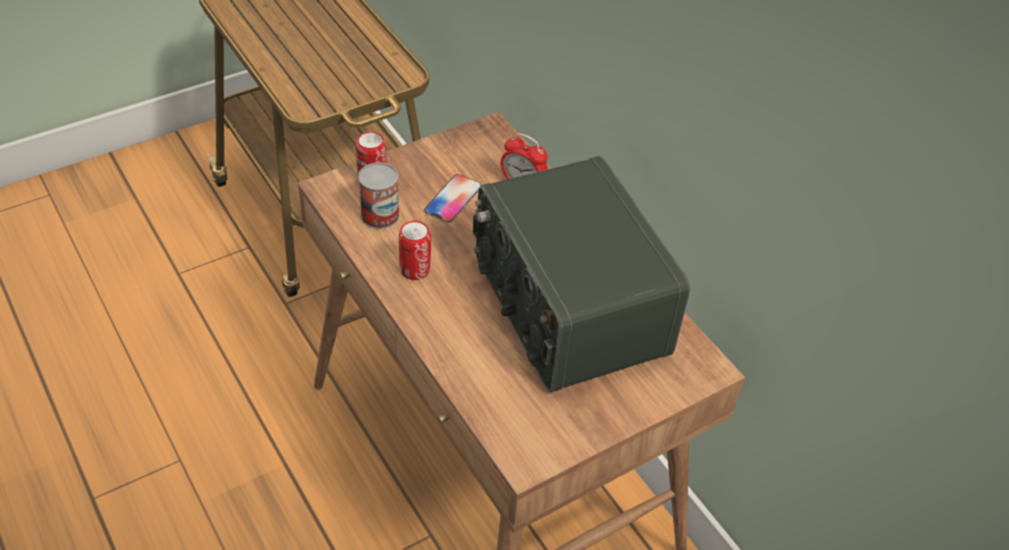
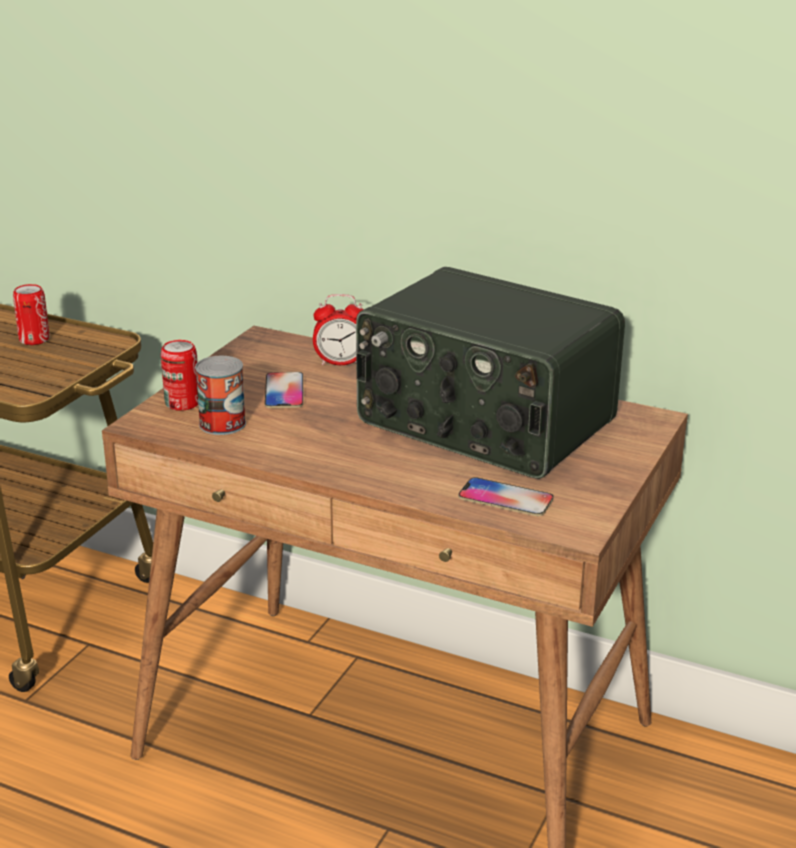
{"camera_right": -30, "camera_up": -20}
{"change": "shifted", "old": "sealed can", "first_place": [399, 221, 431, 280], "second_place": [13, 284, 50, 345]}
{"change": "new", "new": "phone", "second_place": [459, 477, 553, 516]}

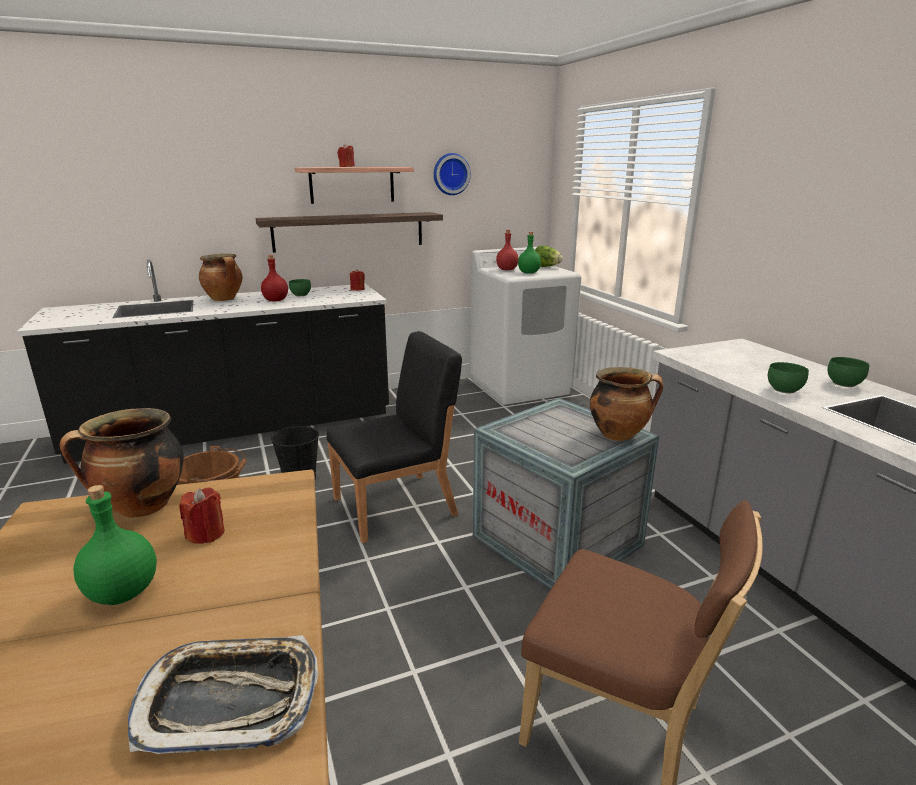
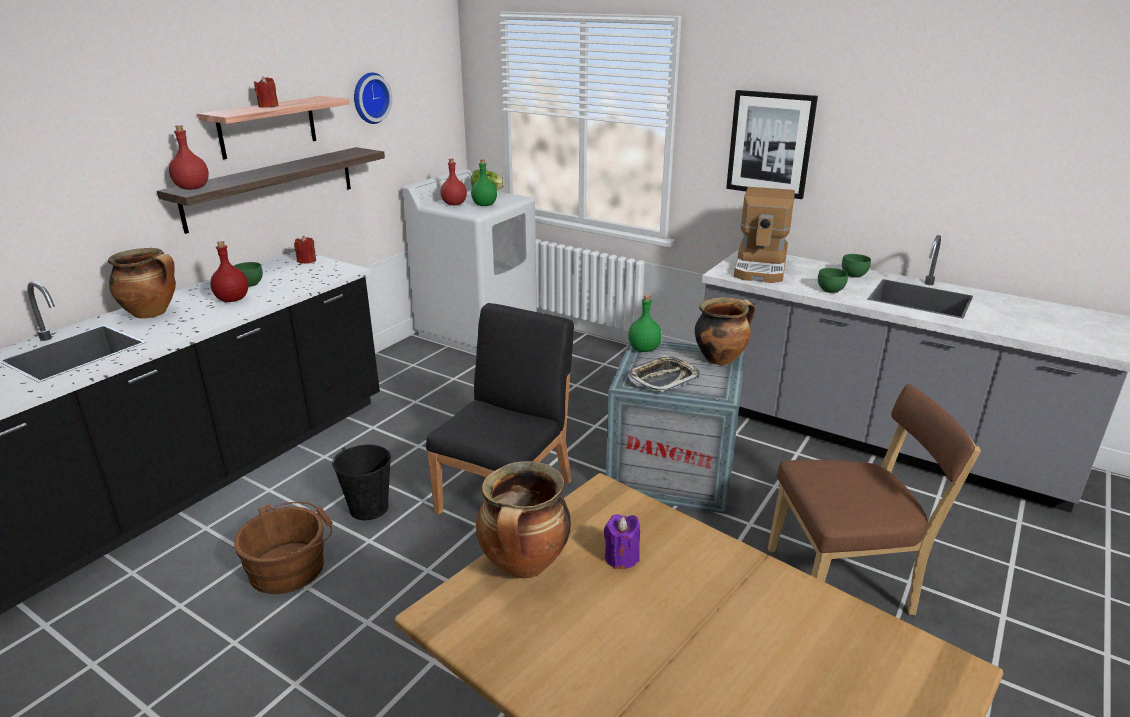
{"camera_right": -35, "camera_up": 5}
{"change": "shifted", "old": "greenish bottle", "first_place": [73, 485, 157, 605], "second_place": [628, 295, 662, 352]}
{"change": "repainted", "old": "reddish wax candle", "new": "purple-coloured wax candle", "first_place": [179, 487, 225, 544], "second_place": [604, 514, 640, 569]}
{"change": "shifted", "old": "serving tray", "first_place": [128, 635, 318, 754], "second_place": [628, 355, 700, 392]}
{"change": "new", "new": "wall picture", "second_place": [726, 90, 818, 199]}
{"change": "new", "new": "reddish bottle", "second_place": [169, 125, 209, 190]}
{"change": "new", "new": "coffee brewer", "second_place": [734, 187, 795, 283]}

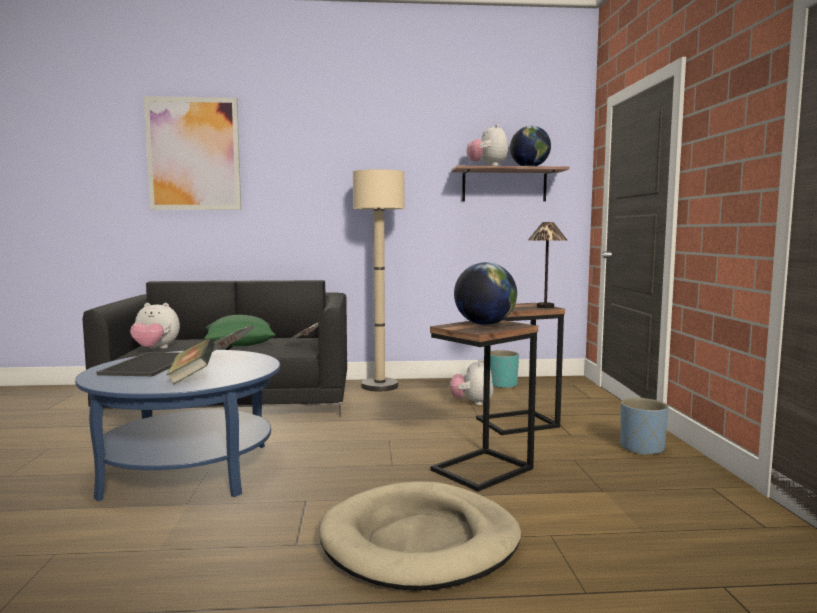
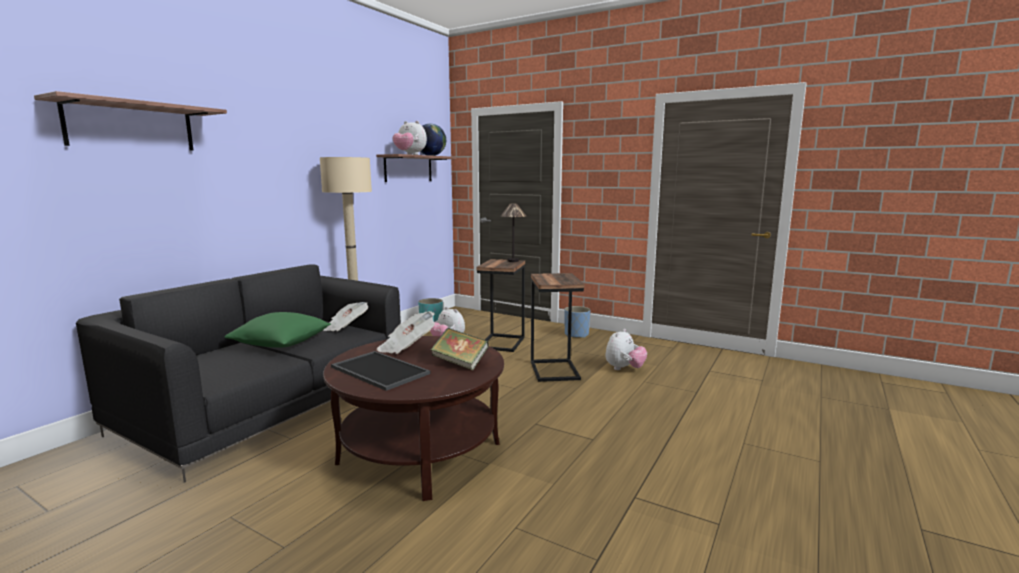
{"camera_right": -55, "camera_up": 5}
{"change": "swapped", "old": "wall picture", "new": "shelf", "first_place": [144, 96, 241, 210], "second_place": [34, 91, 227, 151]}
{"change": "gone", "old": "world globe", "first_place": [454, 262, 517, 325]}
{"change": "shifted", "old": "cuddly toy", "first_place": [130, 303, 180, 349], "second_place": [605, 329, 647, 370]}
{"change": "repainted", "old": "blue-coloured lounge table", "new": "brown-coloured lounge table", "first_place": [75, 350, 280, 501], "second_place": [323, 336, 504, 501]}
{"change": "gone", "old": "sand-coloured dog cushion", "first_place": [319, 481, 521, 591]}

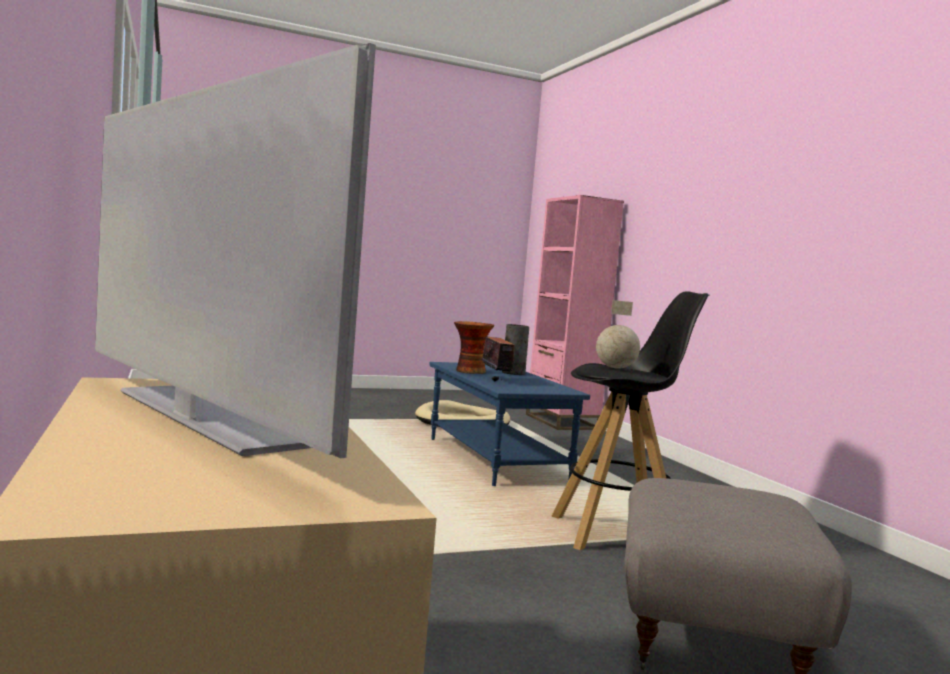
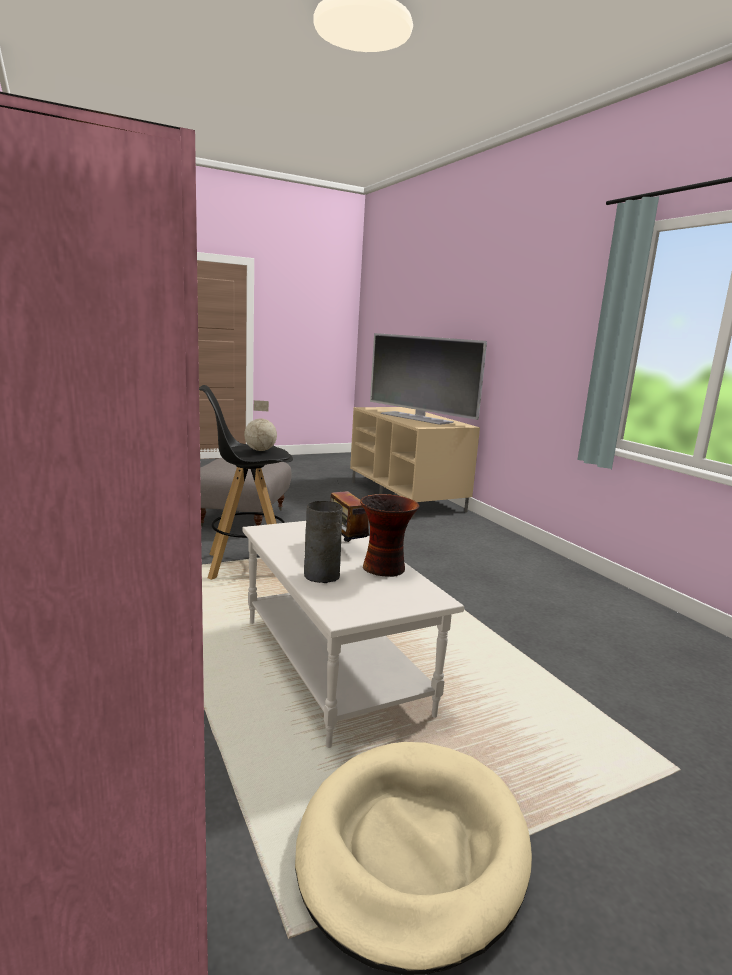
{"camera_right": 175, "camera_up": 10}
{"change": "repainted", "old": "blue-coloured lounge table", "new": "white lounge table", "first_place": [429, 362, 590, 486], "second_place": [242, 521, 464, 748]}

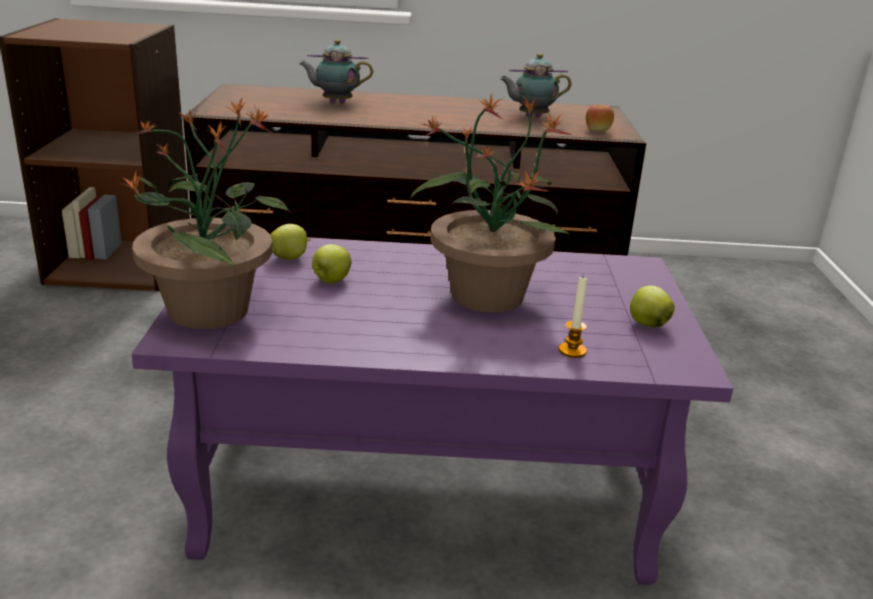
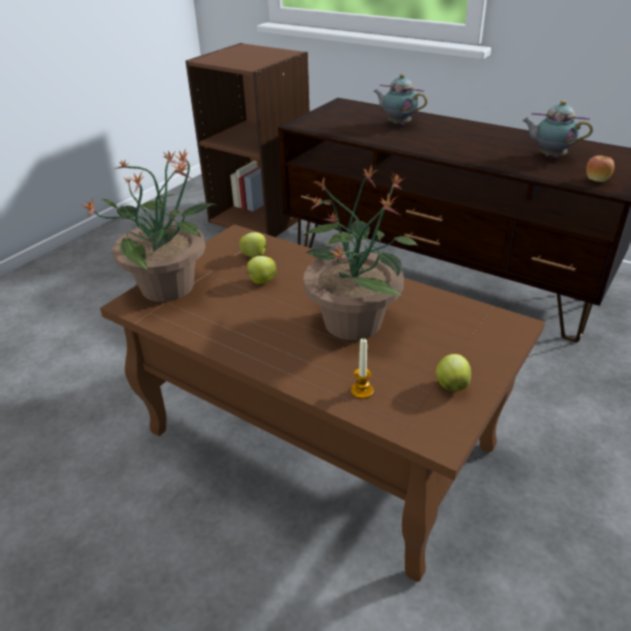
{"camera_right": 35, "camera_up": 10}
{"change": "repainted", "old": "purple-coloured lounge table", "new": "brown-coloured lounge table", "first_place": [132, 237, 733, 585], "second_place": [100, 224, 545, 582]}

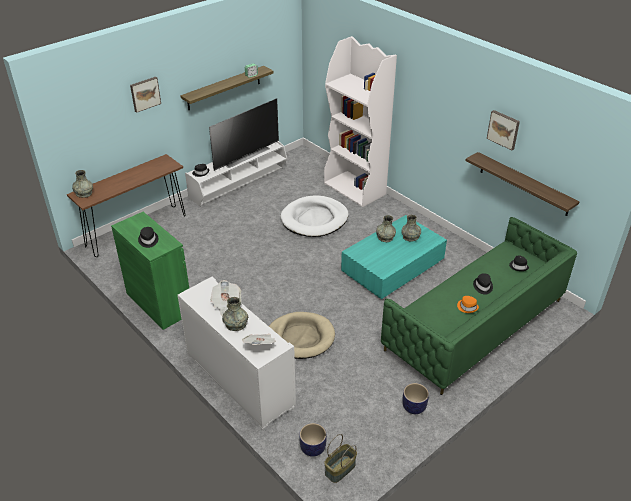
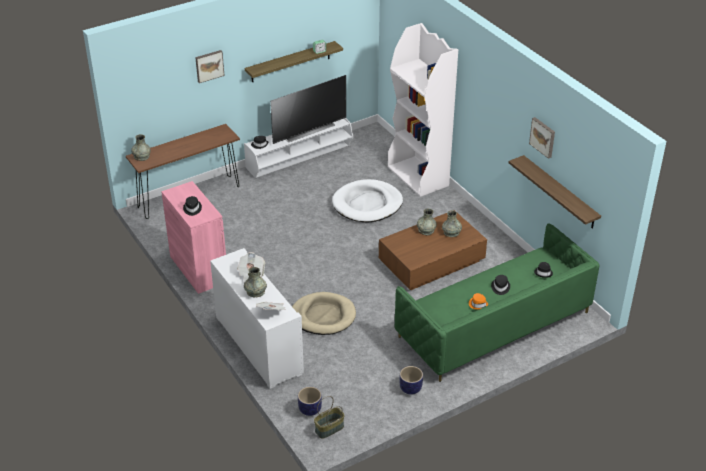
{"camera_right": 10, "camera_up": 0}
{"change": "repainted", "old": "greenish storage cabinet", "new": "pinkish storage cabinet", "first_place": [111, 212, 189, 330], "second_place": [161, 181, 226, 294]}
{"change": "repainted", "old": "blue-green lounge table", "new": "brown-coloured lounge table", "first_place": [341, 215, 447, 299], "second_place": [379, 210, 487, 290]}

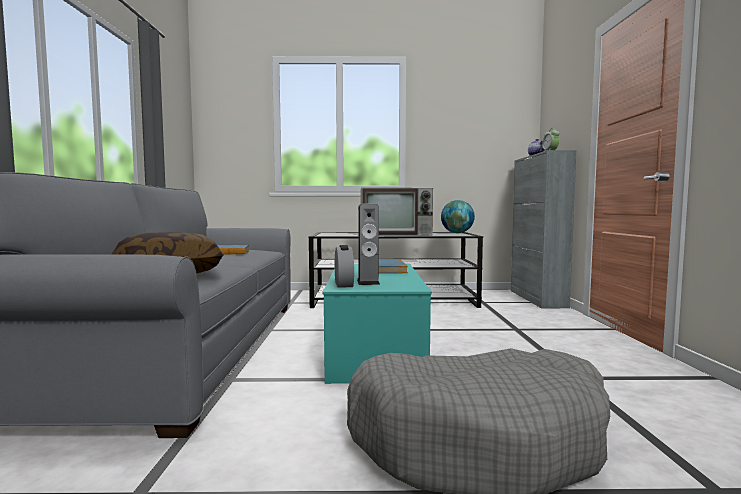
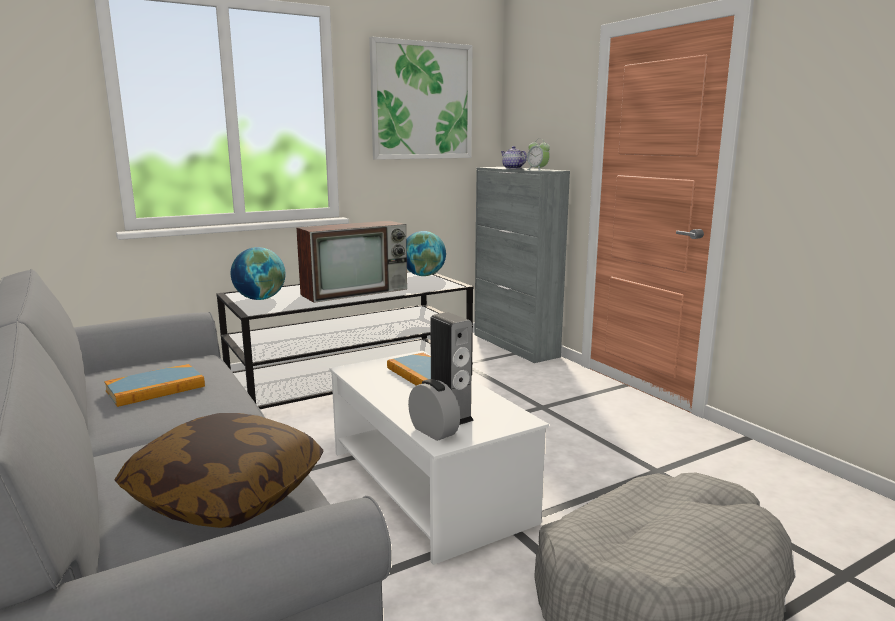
{"camera_right": -30, "camera_up": 10}
{"change": "repainted", "old": "blue-green lounge table", "new": "white lounge table", "first_place": [323, 264, 432, 384], "second_place": [330, 351, 549, 565]}
{"change": "new", "new": "wall picture", "second_place": [369, 37, 472, 160]}
{"change": "new", "new": "world globe", "second_place": [231, 247, 286, 300]}

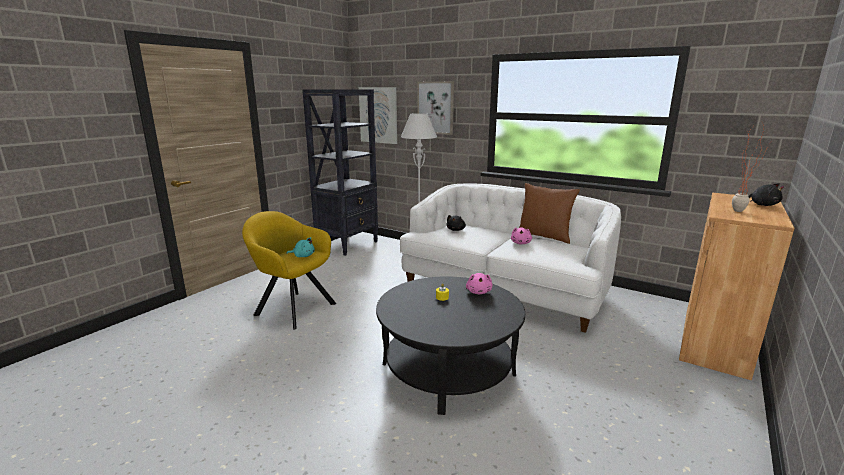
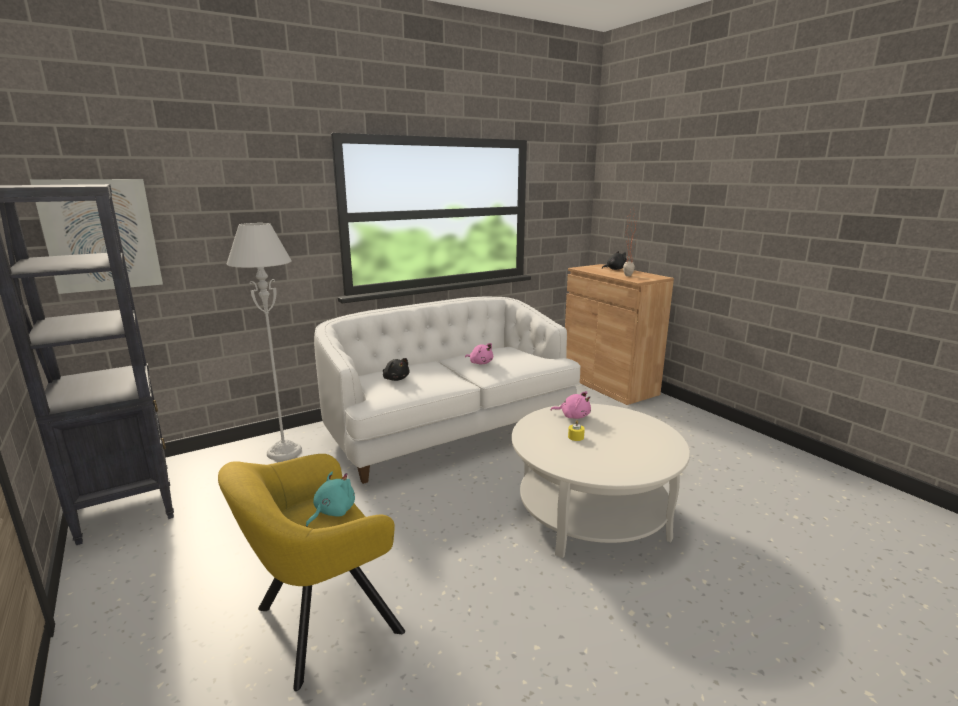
{"camera_right": -65, "camera_up": 0}
{"change": "gone", "old": "wall picture", "first_place": [418, 81, 454, 135]}
{"change": "gone", "old": "brown-coloured cushion", "first_place": [519, 183, 580, 244]}
{"change": "repainted", "old": "black-coloured lounge table", "new": "white lounge table", "first_place": [376, 276, 525, 415], "second_place": [512, 404, 690, 558]}

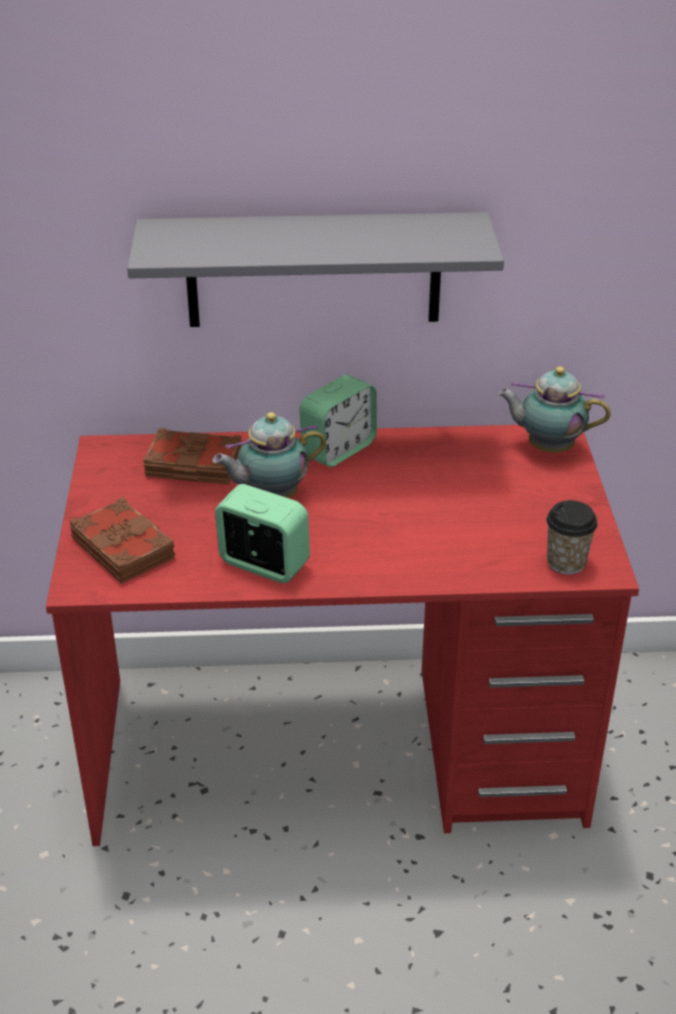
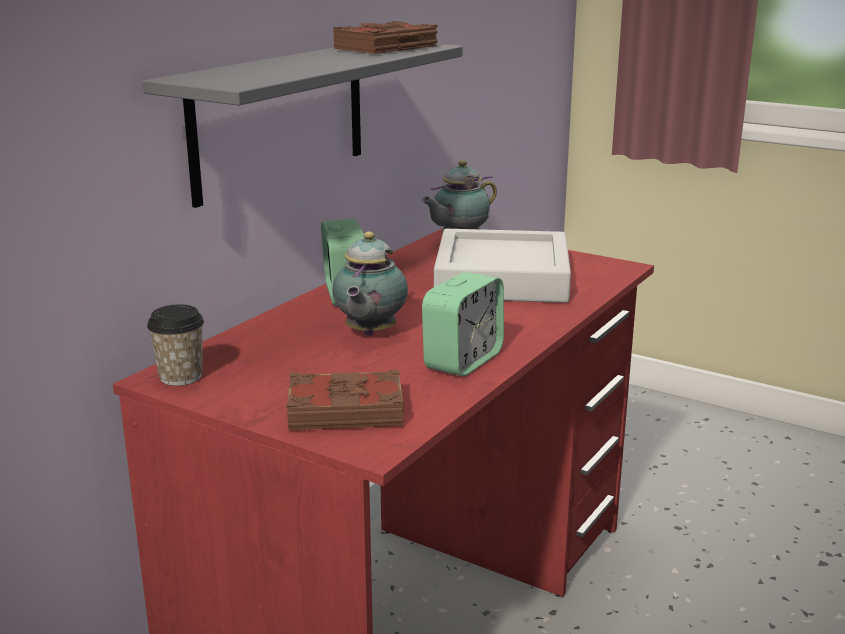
{"camera_right": -55, "camera_up": -15}
{"change": "shifted", "old": "brown-coloured book", "first_place": [143, 428, 242, 485], "second_place": [333, 21, 438, 54]}
{"change": "rotated", "old": "table clock", "first_place": [215, 484, 310, 583], "second_place": [422, 272, 504, 376], "degrees": 150}
{"change": "shifted", "old": "drinking cup", "first_place": [546, 500, 598, 574], "second_place": [147, 304, 204, 386]}
{"change": "new", "new": "grey serving tray", "second_place": [434, 229, 571, 303]}

